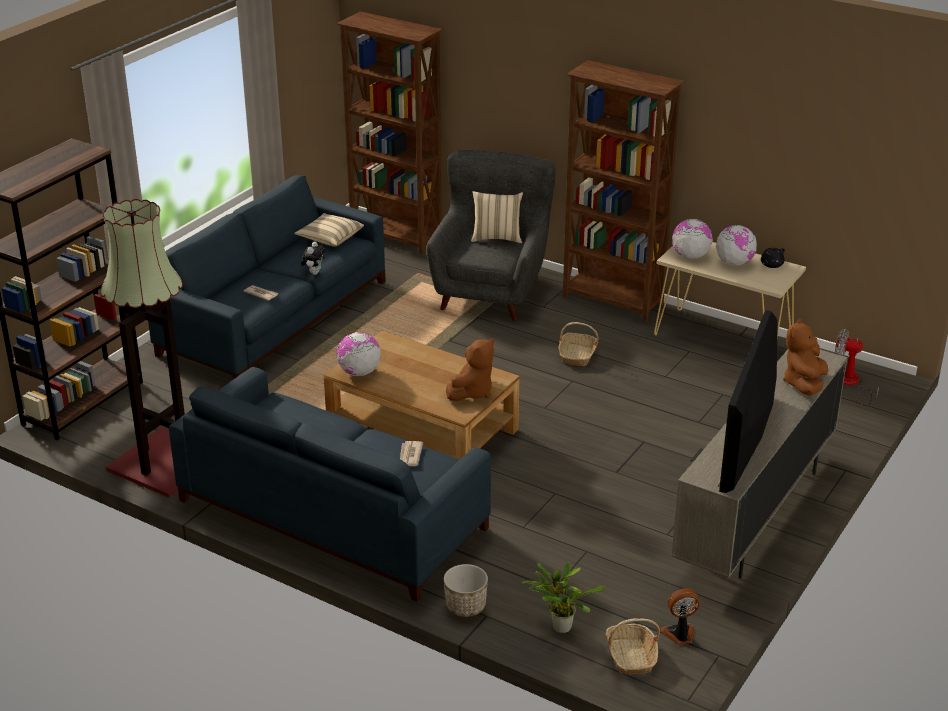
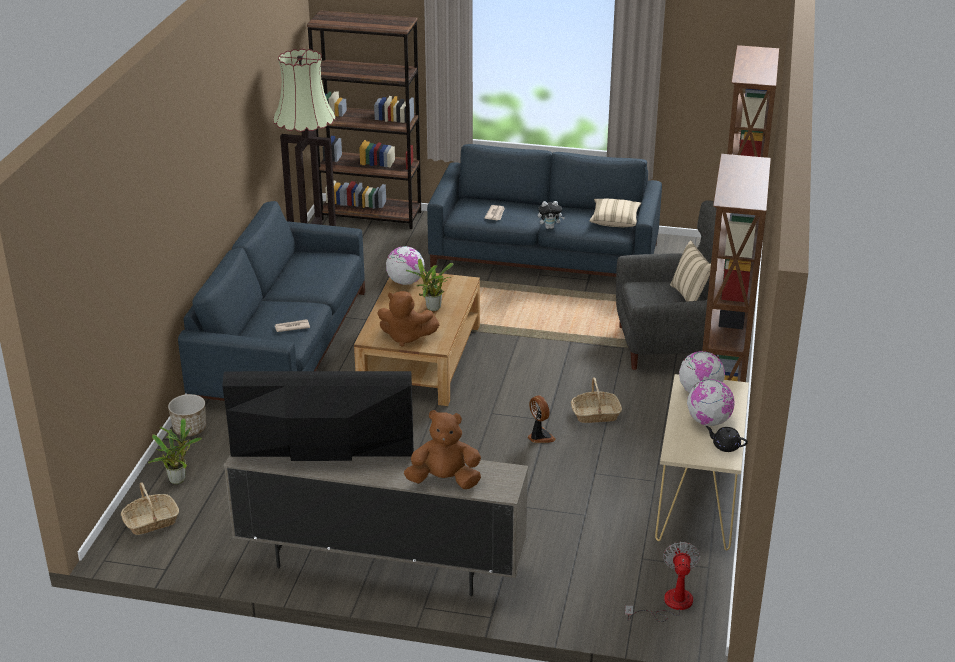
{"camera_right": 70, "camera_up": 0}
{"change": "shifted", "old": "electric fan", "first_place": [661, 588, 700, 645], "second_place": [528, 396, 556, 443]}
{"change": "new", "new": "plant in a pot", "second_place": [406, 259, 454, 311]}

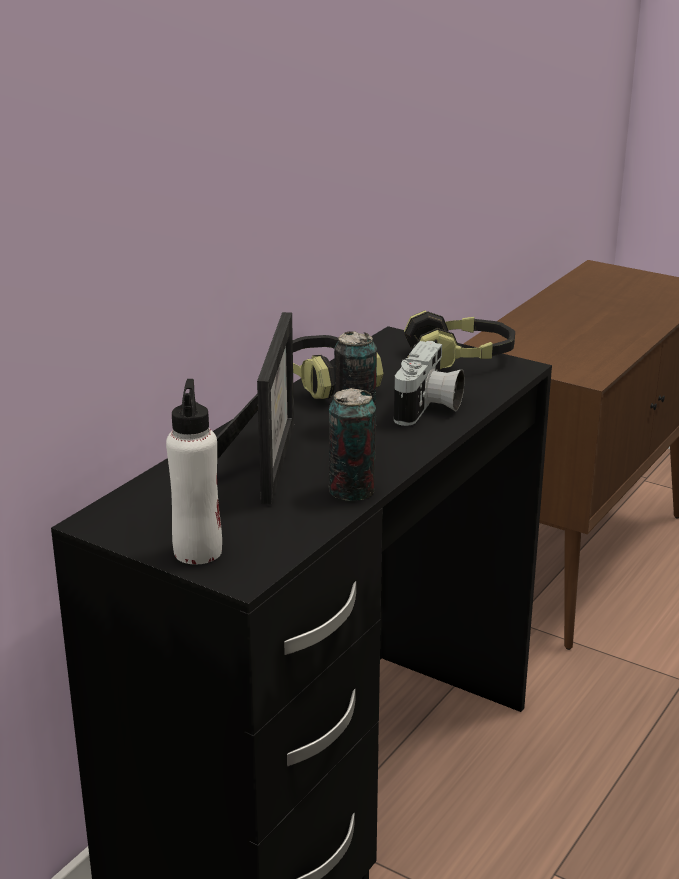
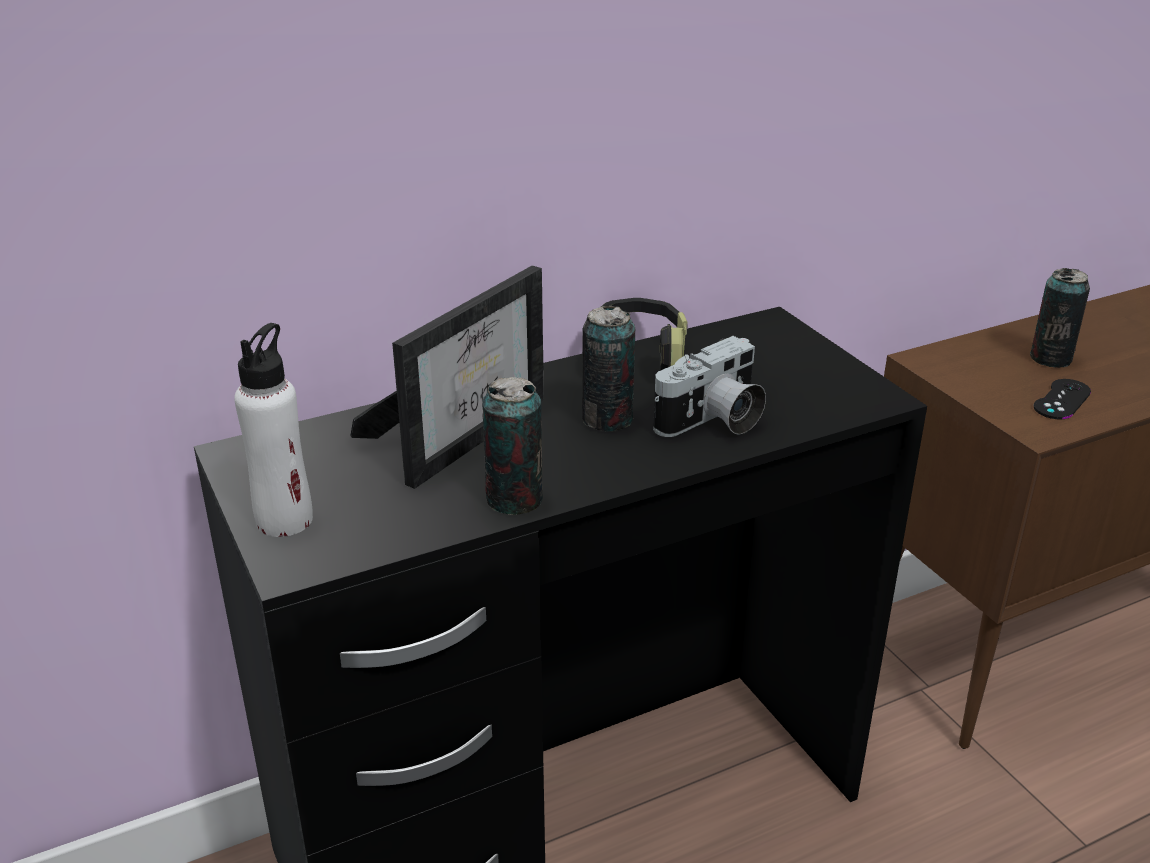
{"camera_right": 30, "camera_up": 5}
{"change": "gone", "old": "pair of headphones", "first_place": [404, 310, 515, 369]}
{"change": "new", "new": "sealed can", "second_place": [1030, 268, 1090, 368]}
{"change": "new", "new": "black-coloured game controller", "second_place": [1034, 379, 1091, 419]}

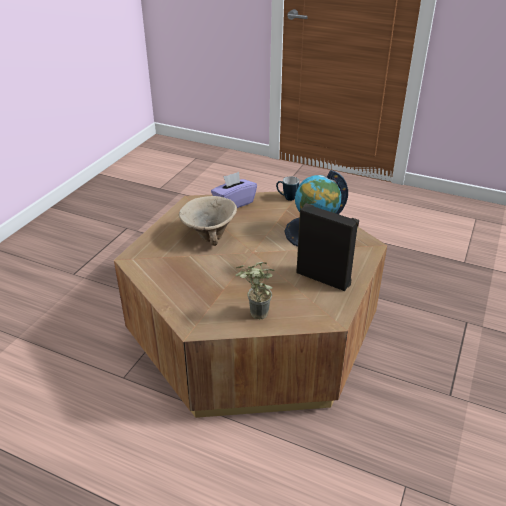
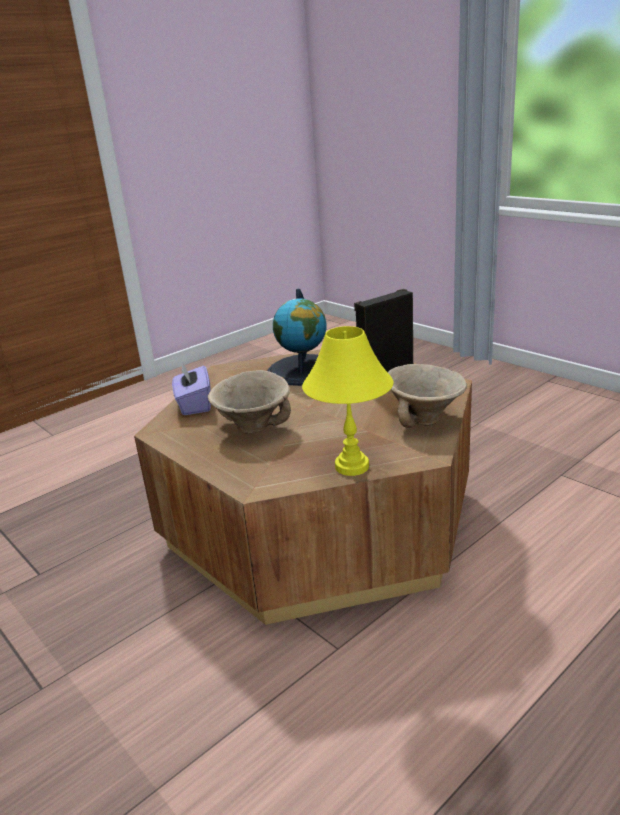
{"camera_right": -65, "camera_up": -10}
{"change": "gone", "old": "mug", "first_place": [276, 176, 299, 201]}
{"change": "swapped", "old": "plant in a pot", "new": "sand-coloured deep dish", "first_place": [235, 262, 275, 319], "second_place": [388, 364, 467, 428]}
{"change": "new", "new": "yellow tabletop lamp", "second_place": [302, 326, 393, 476]}

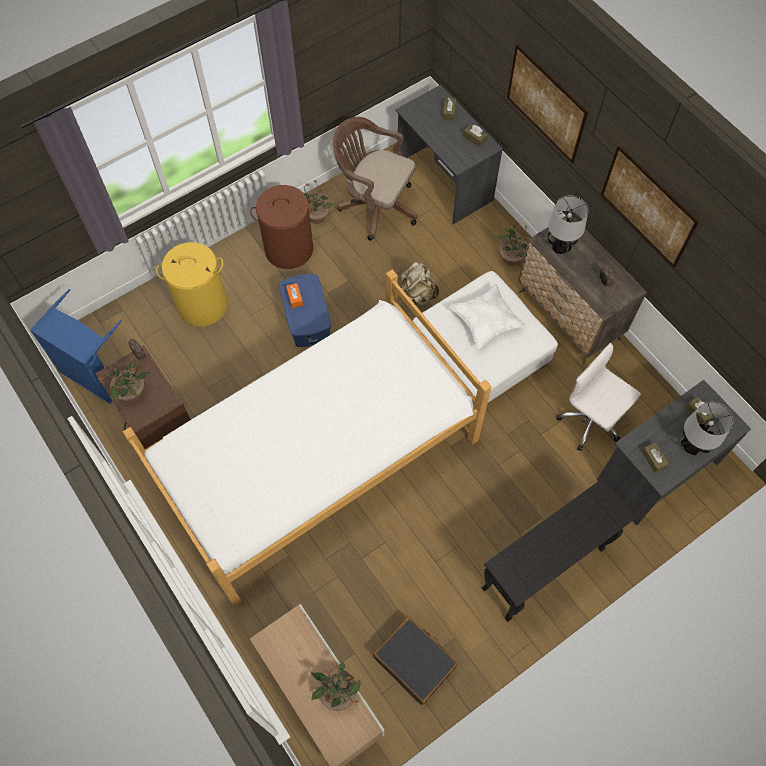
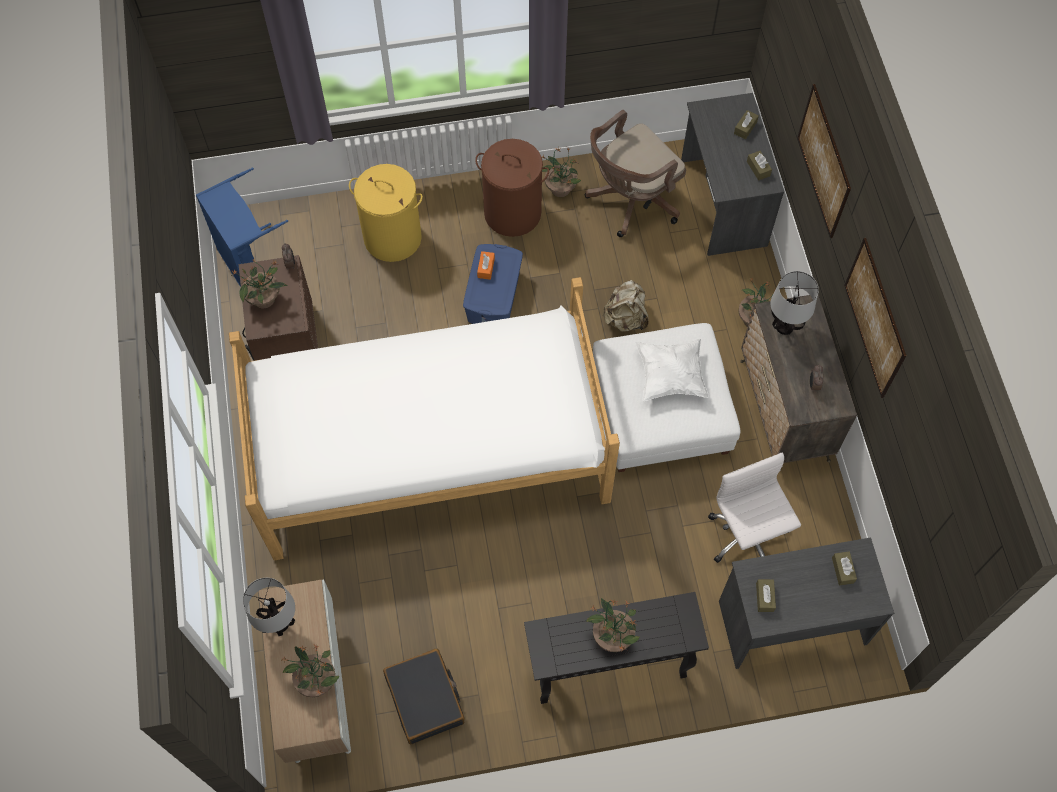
{"camera_right": 25, "camera_up": 0}
{"change": "rotated", "old": "brown-coloured office chair", "first_place": [333, 117, 418, 241], "second_place": [585, 110, 686, 237], "degrees": -90}
{"change": "shifted", "old": "tabletop lamp", "first_place": [681, 402, 733, 455], "second_place": [243, 578, 295, 636]}
{"change": "new", "new": "plant in a pot", "second_place": [586, 598, 640, 652]}

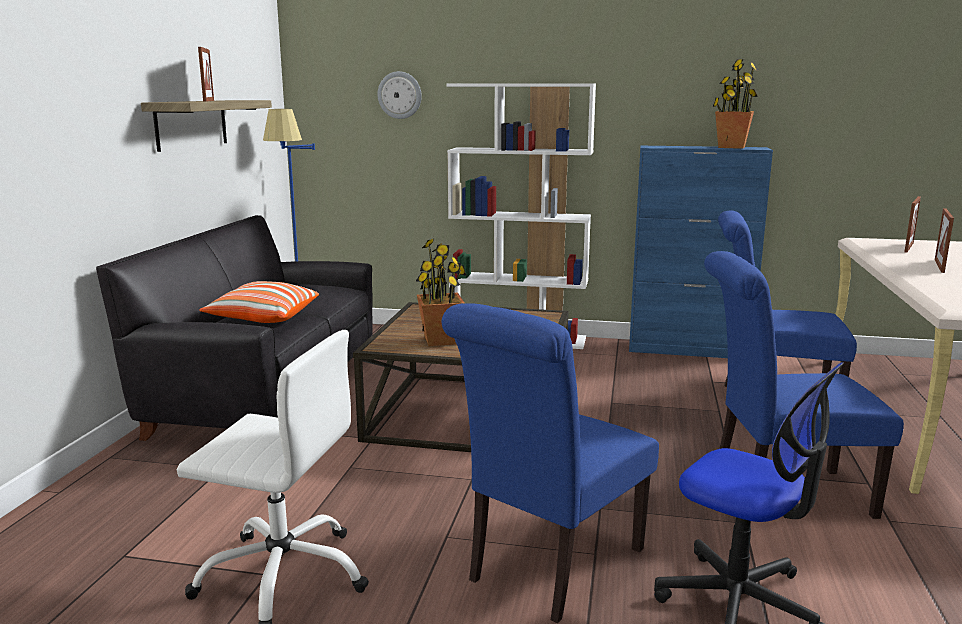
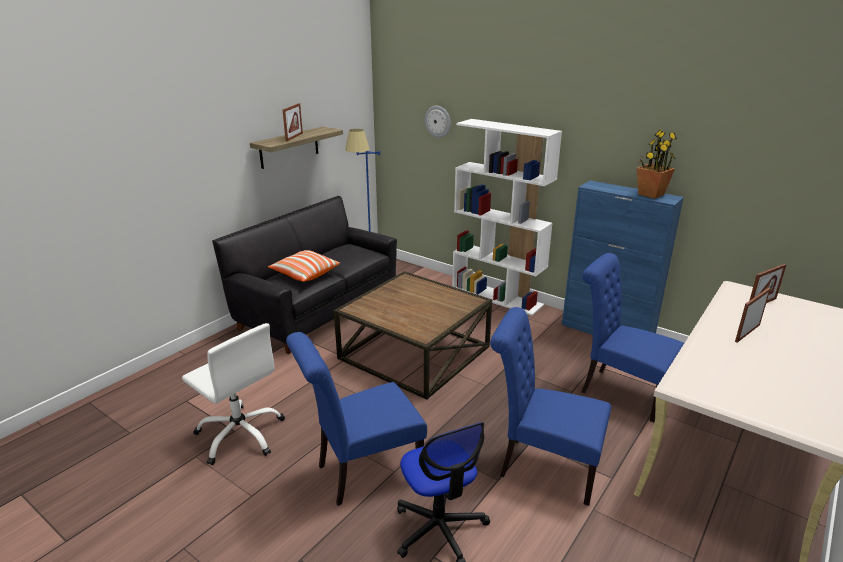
{"camera_right": 25, "camera_up": 10}
{"change": "gone", "old": "plant in a pot", "first_place": [416, 238, 466, 346]}

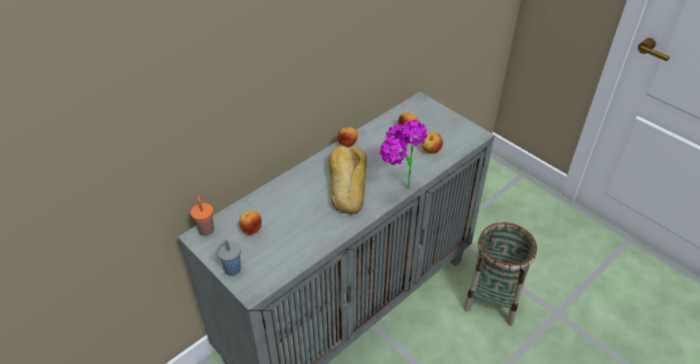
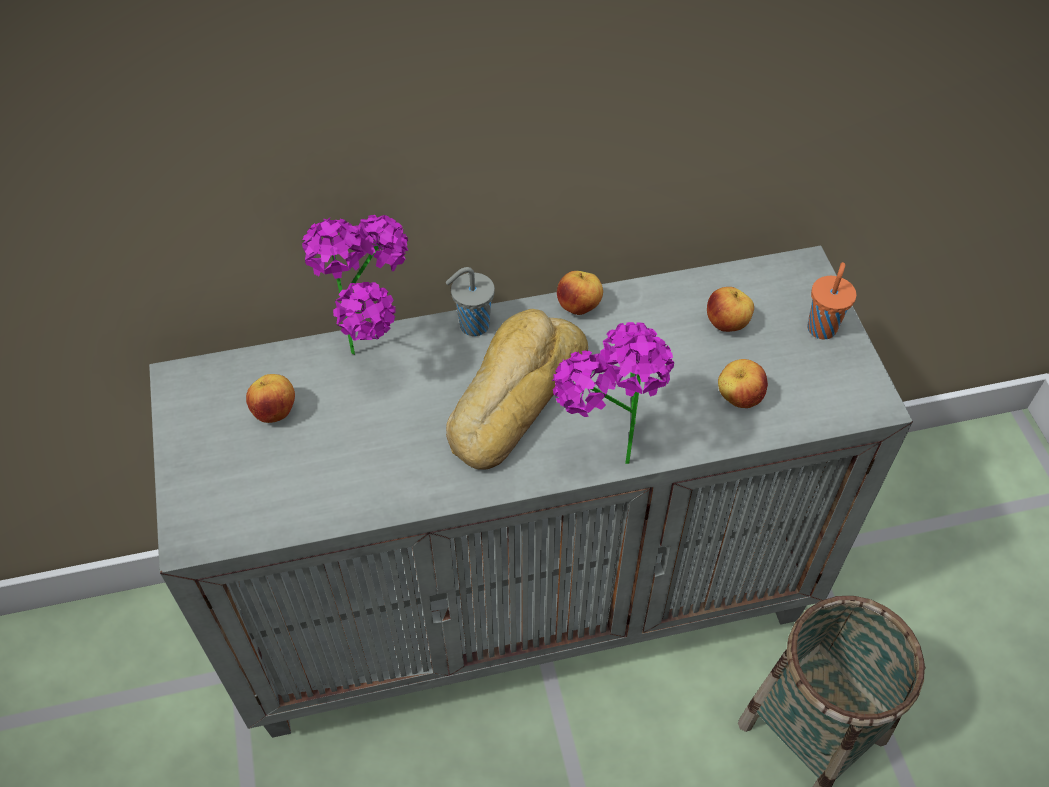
{"camera_right": 30, "camera_up": 10}
{"change": "shifted", "old": "orange-coloured drinking cup", "first_place": [191, 196, 214, 236], "second_place": [807, 262, 856, 340]}
{"change": "shifted", "old": "grey drinking cup", "first_place": [215, 240, 241, 276], "second_place": [446, 267, 495, 336]}
{"change": "new", "new": "plant in a pot", "second_place": [302, 215, 408, 355]}

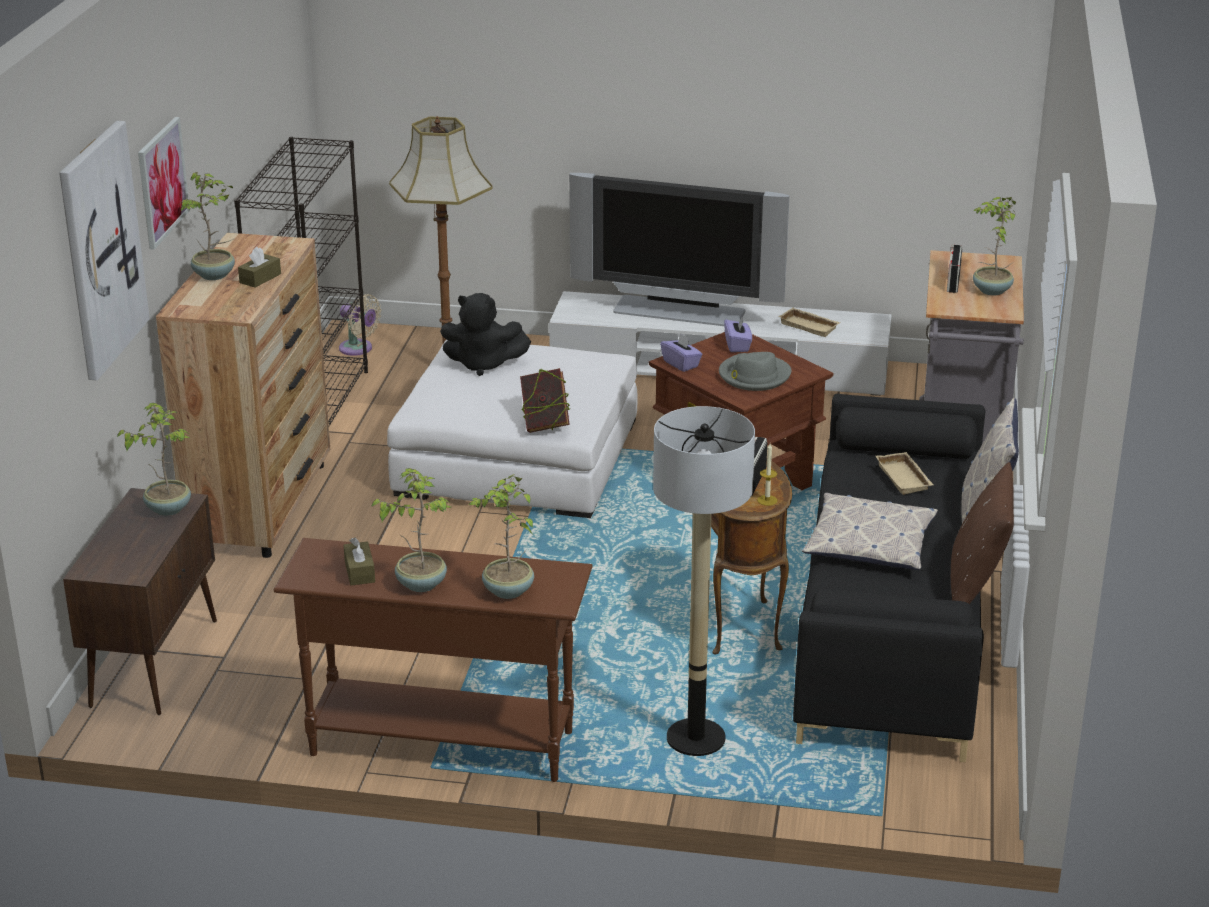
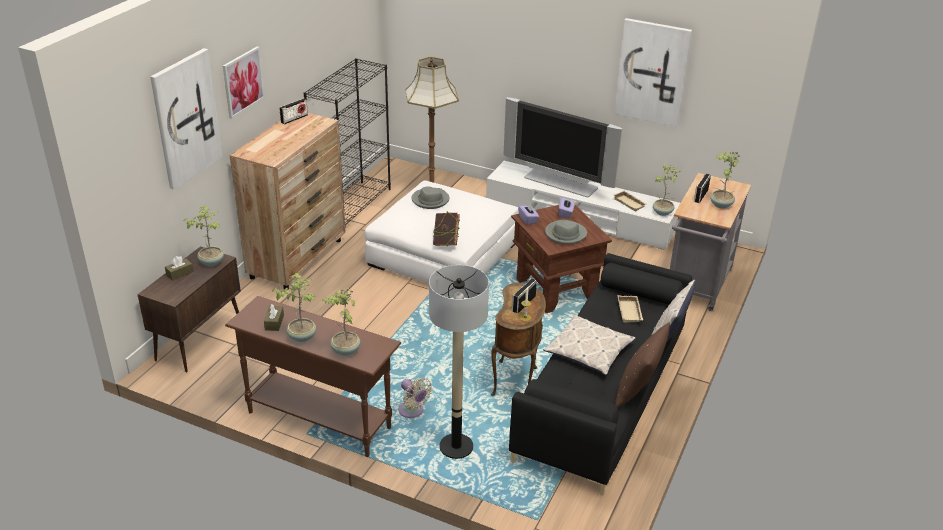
{"camera_right": 15, "camera_up": 5}
{"change": "shifted", "old": "plant in a pot", "first_place": [181, 172, 235, 280], "second_place": [653, 163, 680, 216]}
{"change": "shifted", "old": "brown-coloured tissue holder", "first_place": [238, 247, 281, 288], "second_place": [165, 256, 193, 281]}
{"change": "swapped", "old": "black-coloured cuddly toy", "new": "grey wearable hat", "first_place": [440, 293, 531, 376], "second_place": [411, 187, 449, 209]}
{"change": "shifted", "old": "sand-coloured electric fan", "first_place": [339, 294, 381, 356], "second_place": [398, 378, 432, 418]}
{"change": "new", "new": "wall picture", "second_place": [614, 18, 692, 127]}
{"change": "new", "new": "radio receiver", "second_place": [279, 99, 308, 124]}

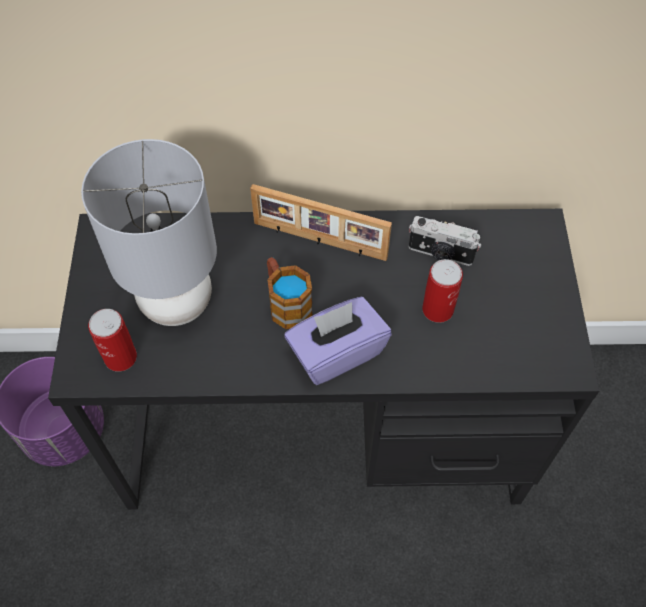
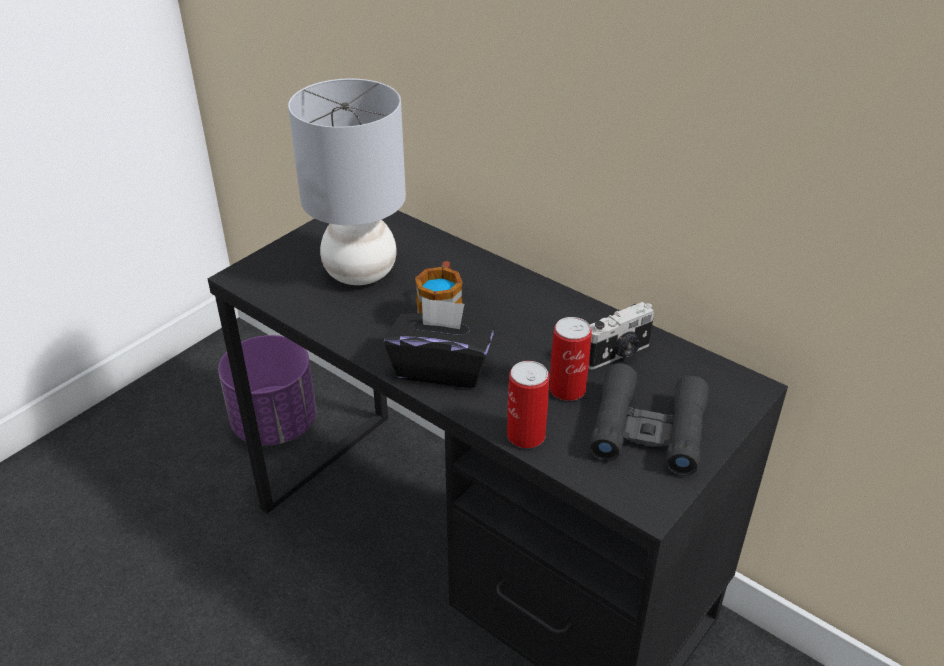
{"camera_right": 40, "camera_up": -20}
{"change": "gone", "old": "standing frame", "first_place": [250, 184, 392, 261]}
{"change": "rotated", "old": "still camera", "first_place": [409, 216, 481, 266], "second_place": [588, 302, 654, 370], "degrees": -90}
{"change": "repainted", "old": "purple-coloured tissue holder", "new": "black-coloured tissue holder", "first_place": [284, 297, 392, 385], "second_place": [384, 297, 495, 388]}
{"change": "shifted", "old": "sealed can", "first_place": [88, 309, 137, 372], "second_place": [507, 361, 549, 448]}
{"change": "new", "new": "black-coloured binoculars", "second_place": [590, 363, 709, 476]}

